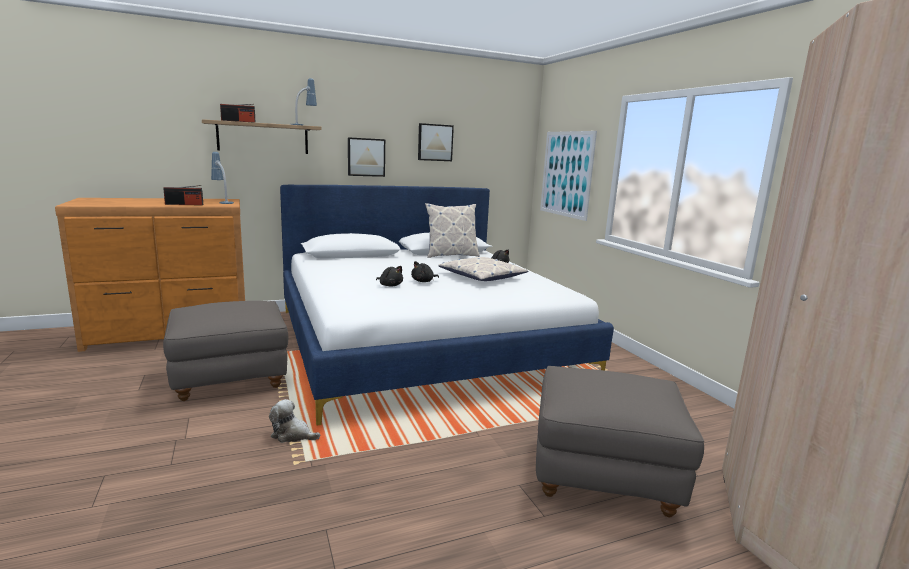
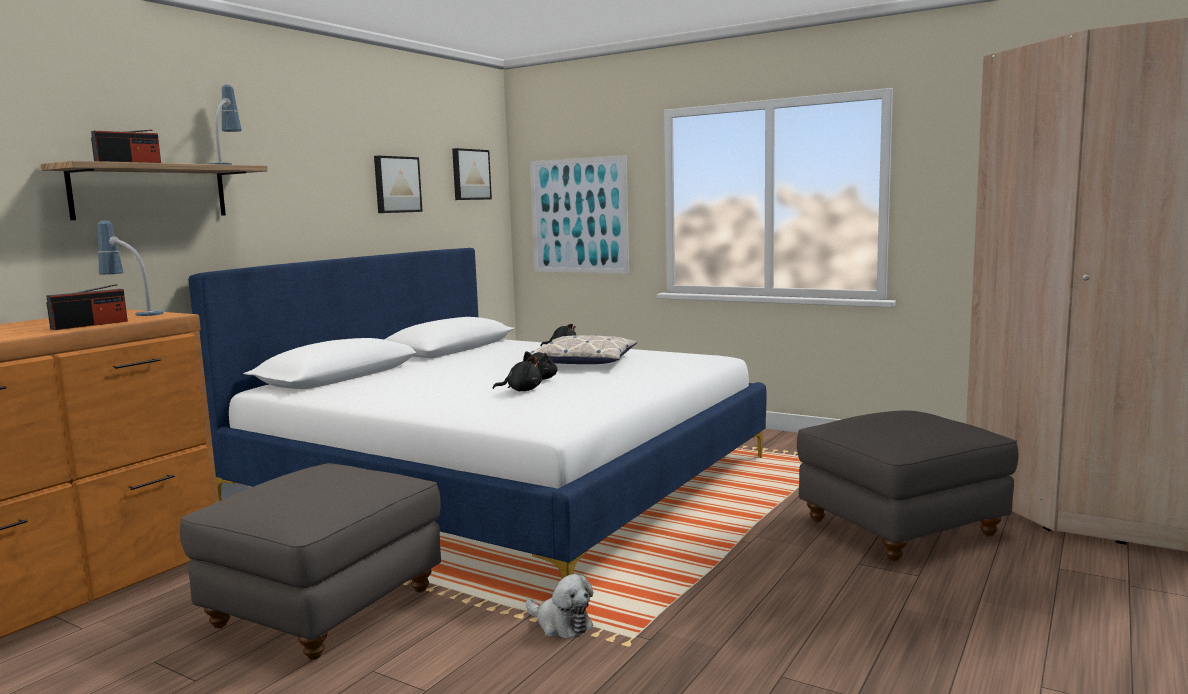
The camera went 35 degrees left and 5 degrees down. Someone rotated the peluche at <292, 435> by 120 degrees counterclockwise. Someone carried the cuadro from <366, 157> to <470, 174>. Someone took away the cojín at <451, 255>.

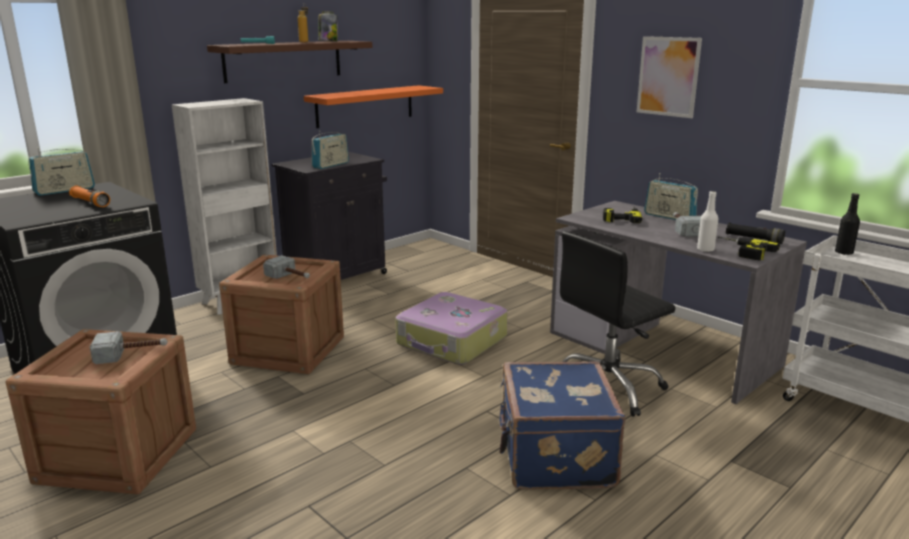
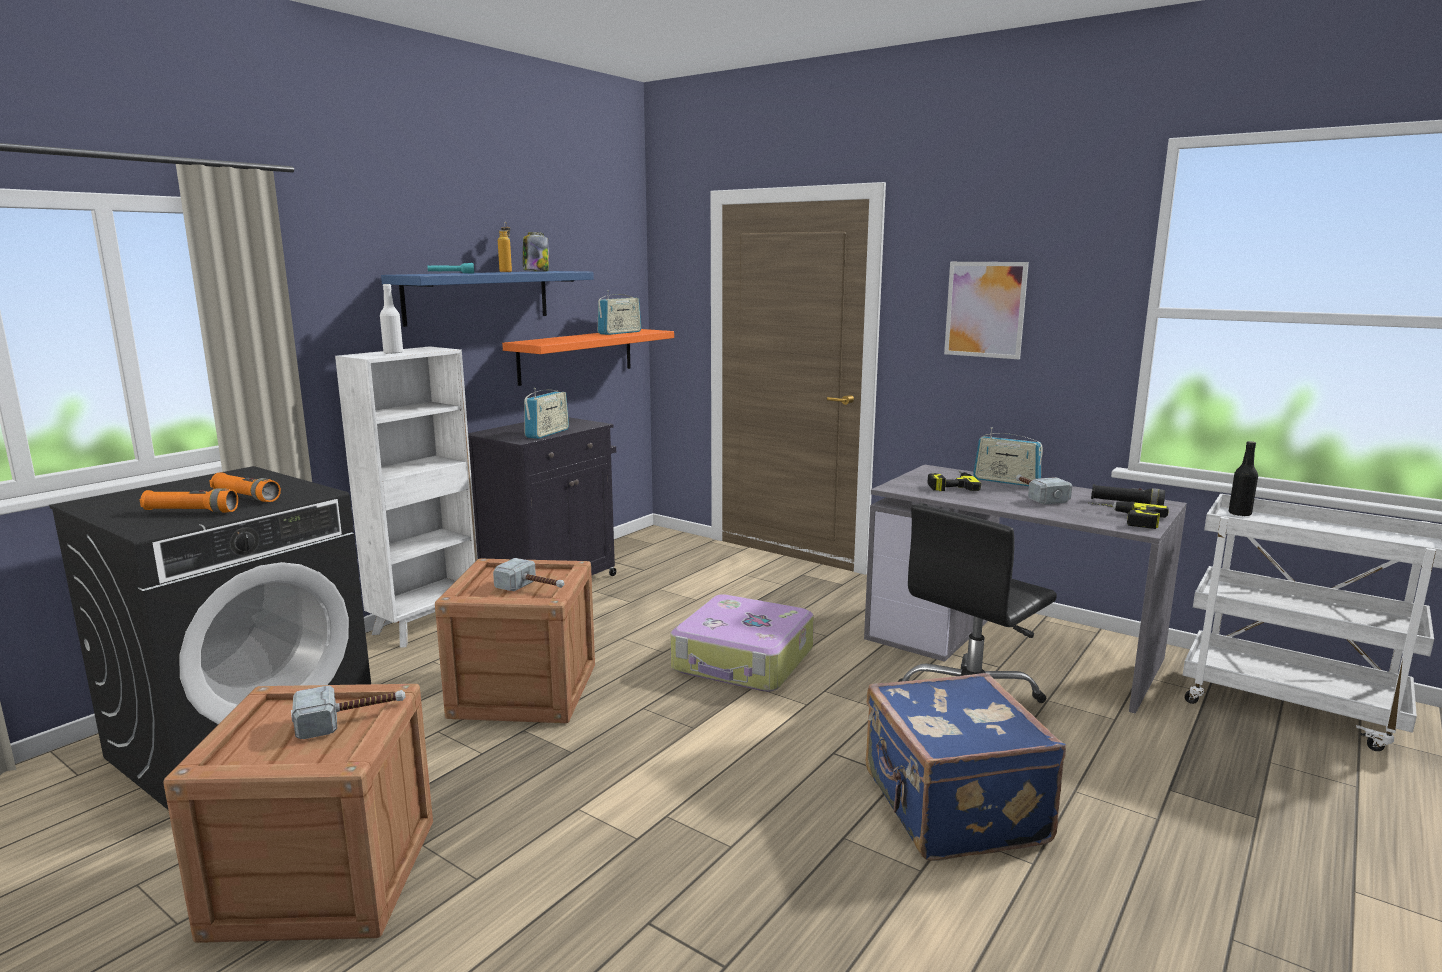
The camera went 10 degrees left and 5 degrees down. Someone carried the radio from <65, 190> to <620, 333>. Someone repainted the estante/marrón at <283, 60>, which became the estante/azul at <478, 296>. Someone carried the botella/blanco from <705, 249> to <393, 353>. Someone put down the linterna/naranja at <191, 512>.

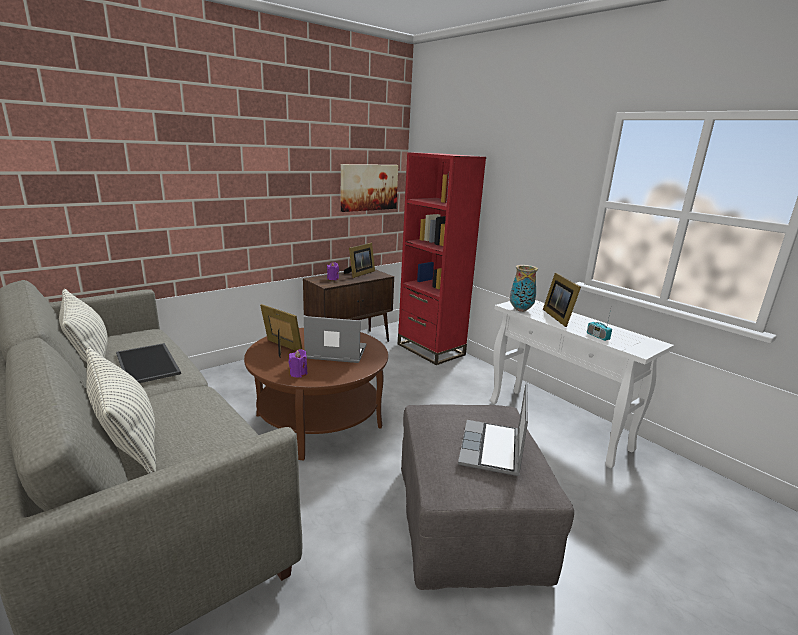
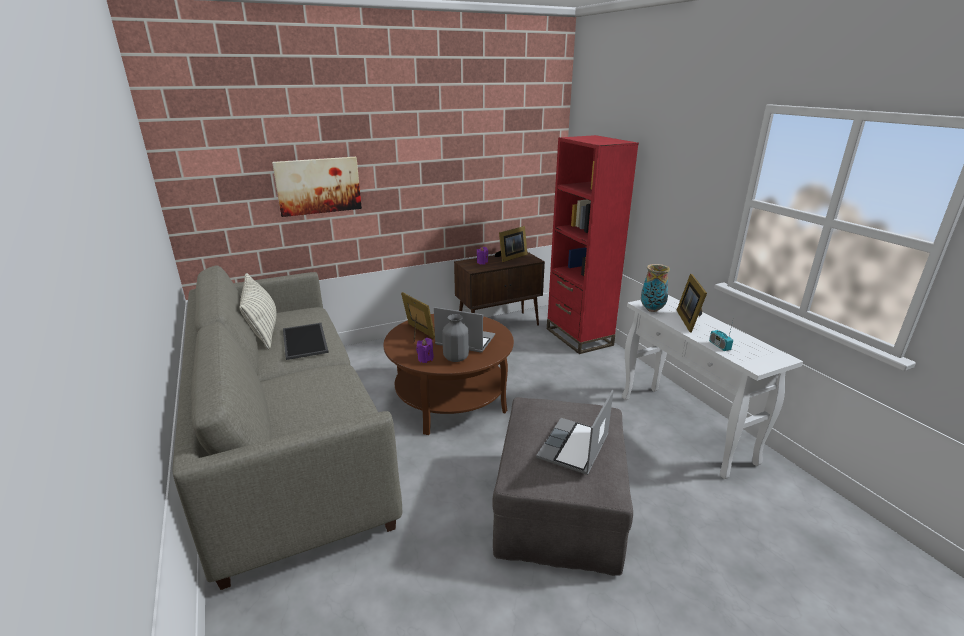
The camera went 15 degrees right and 5 degrees up. Someone took away the cojín at <127, 439>. Someone carried the cuadro from <368, 187> to <318, 185>. Someone put down the florero/gris at <456, 358>.

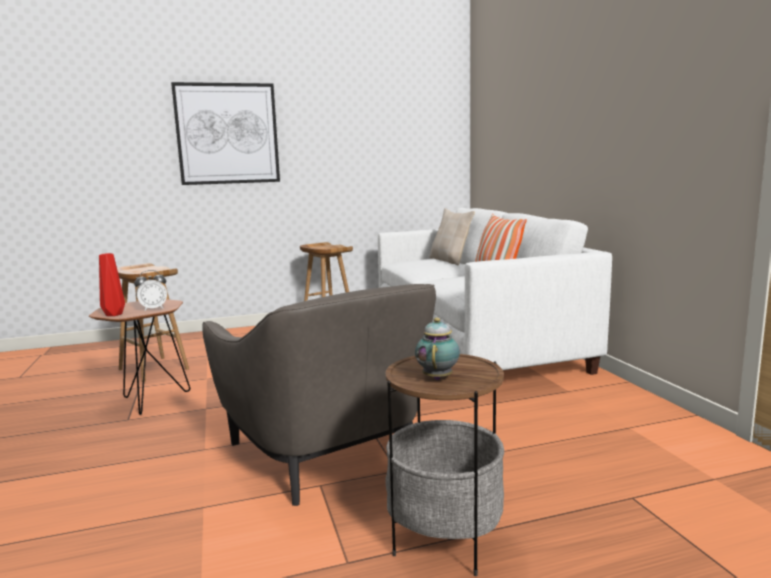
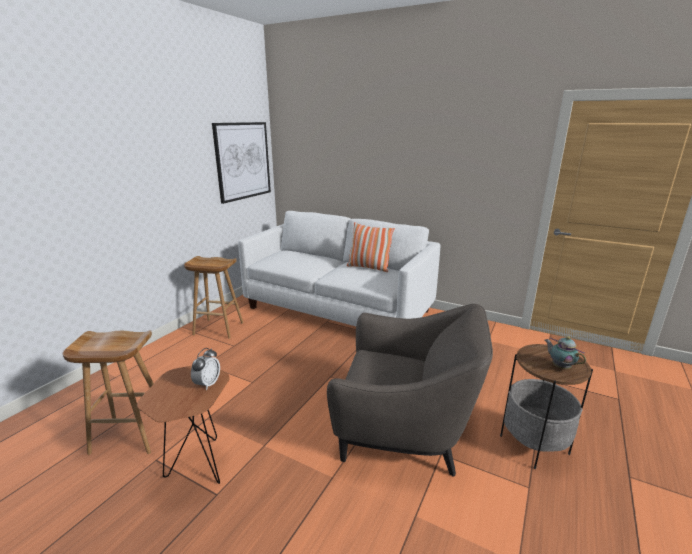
The camera went 45 degrees left and 10 degrees up. Someone took away the florero/rojo at <115, 314>. Someone carried the cuadro from <227, 134> to <243, 161>. Someone took away the cojín/beis at <450, 261>.

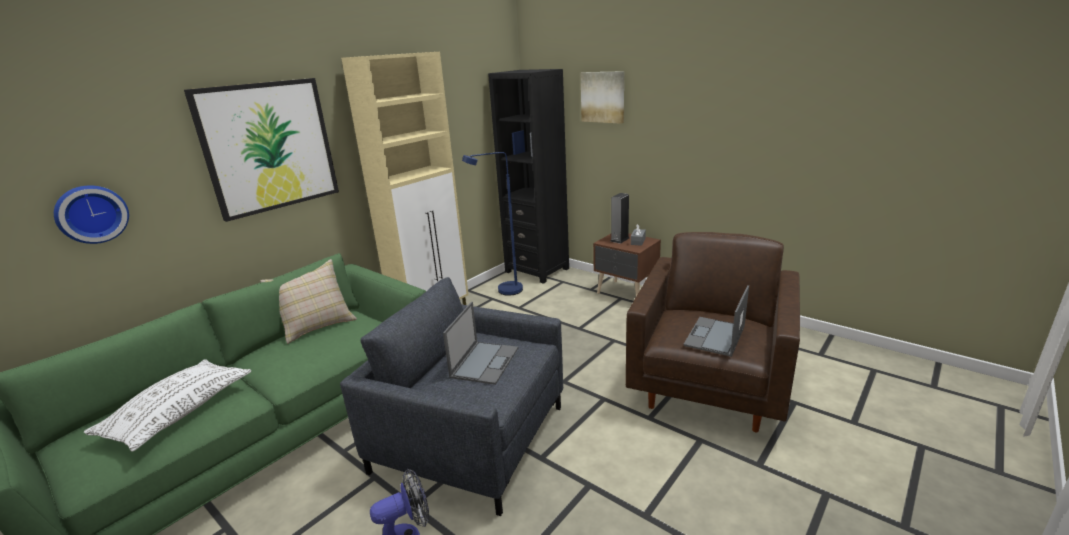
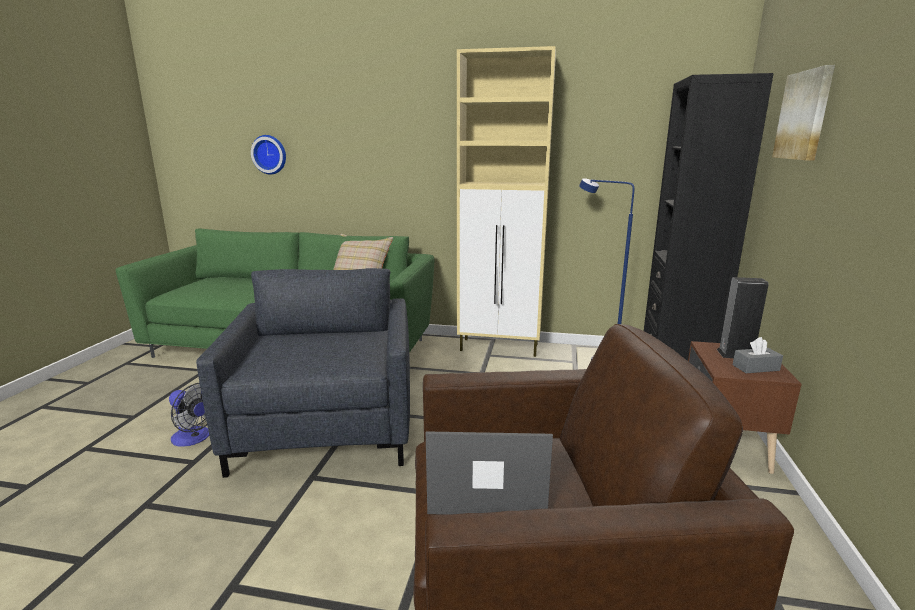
The camera went 60 degrees right and 5 degrees down. Someone took away the cojín/blanco at <179, 413>. Someone took away the cuadro at <269, 147>. Someone took away the portátil at <485, 362>.

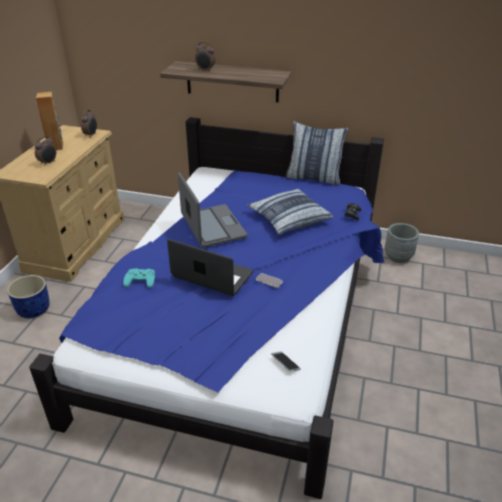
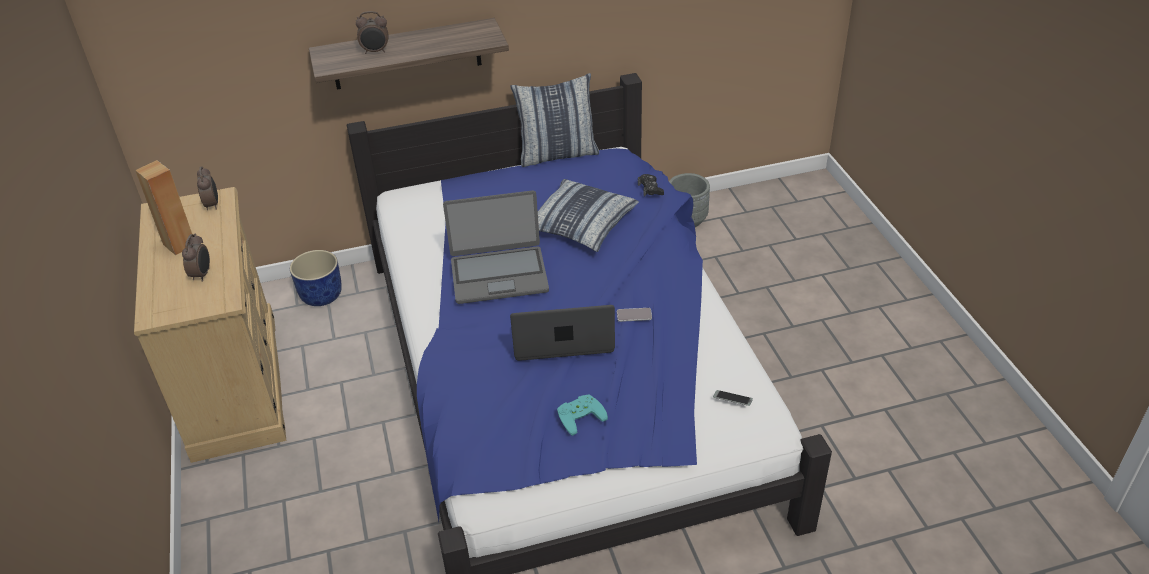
The camera went 30 degrees left and 5 degrees up. Someone carried the maceta/azul from <34, 309> to <321, 295>. Someone carried the mando de consola/turquesa from <141, 279> to <579, 414>. Someone rotated the portátil at <212, 227> by 135 degrees clockwise.

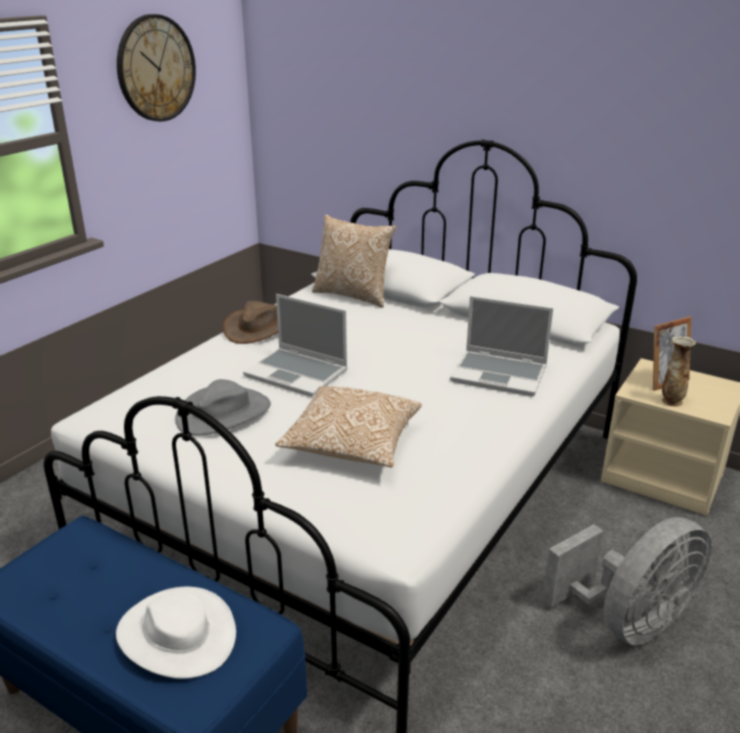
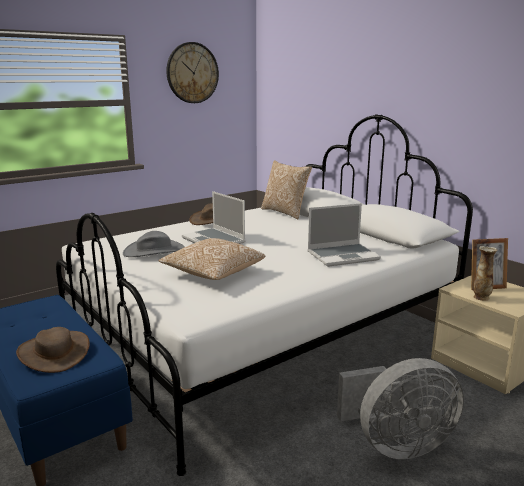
The camera went 20 degrees right and 10 degrees down. Someone repainted the sombrero/blanco at <177, 634>, which became the sombrero/marrón at <54, 352>. Someone rotated the portátil at <500, 374> by 60 degrees counterclockwise.

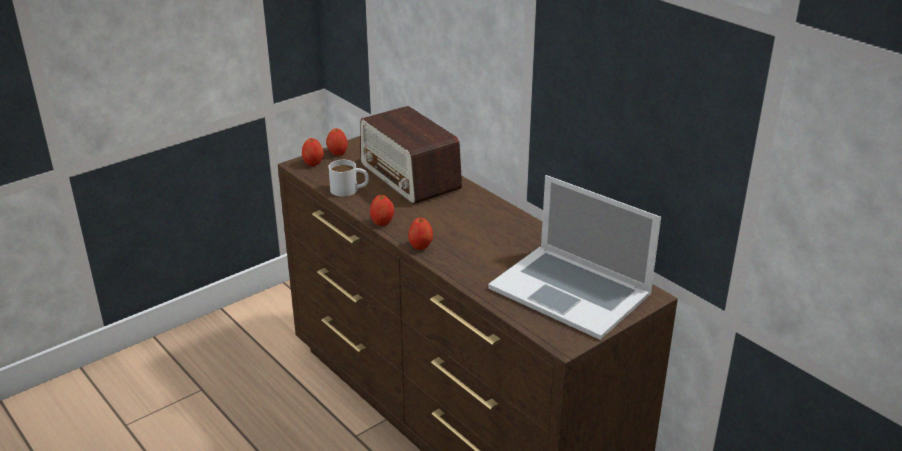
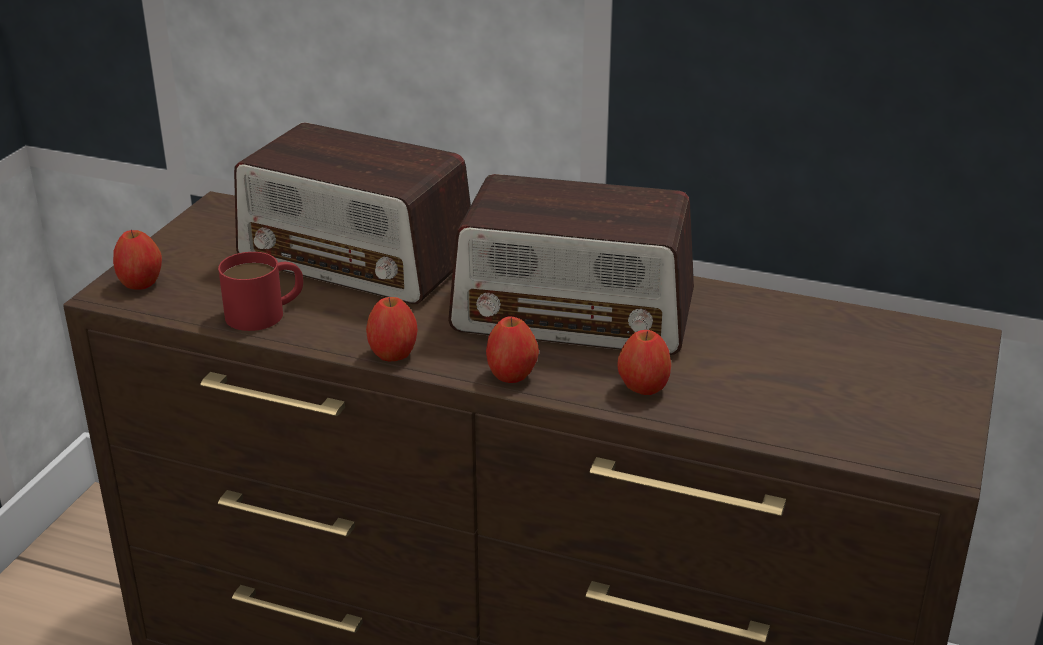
The camera went 30 degrees left and 0 degrees up. Someone carried the manzana from <337, 153> to <643, 388>. Someone repainted the taza grande/blanco at <349, 189>, which became the taza grande/rojo at <266, 312>. Someone took away the portátil at <570, 290>. Someone put down the radio at <575, 313>.

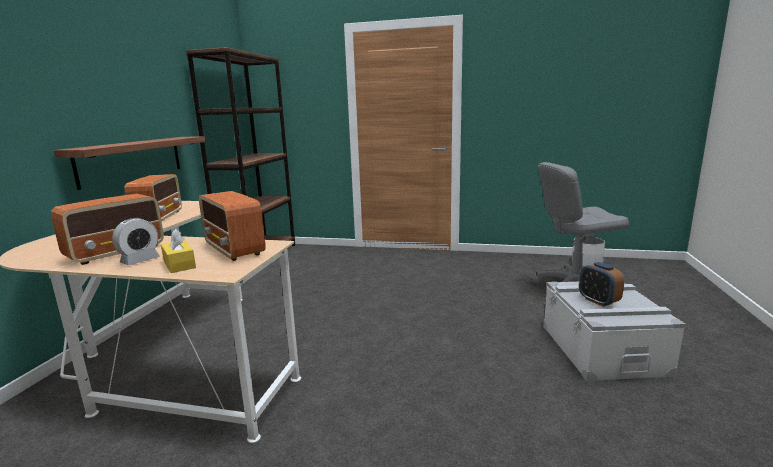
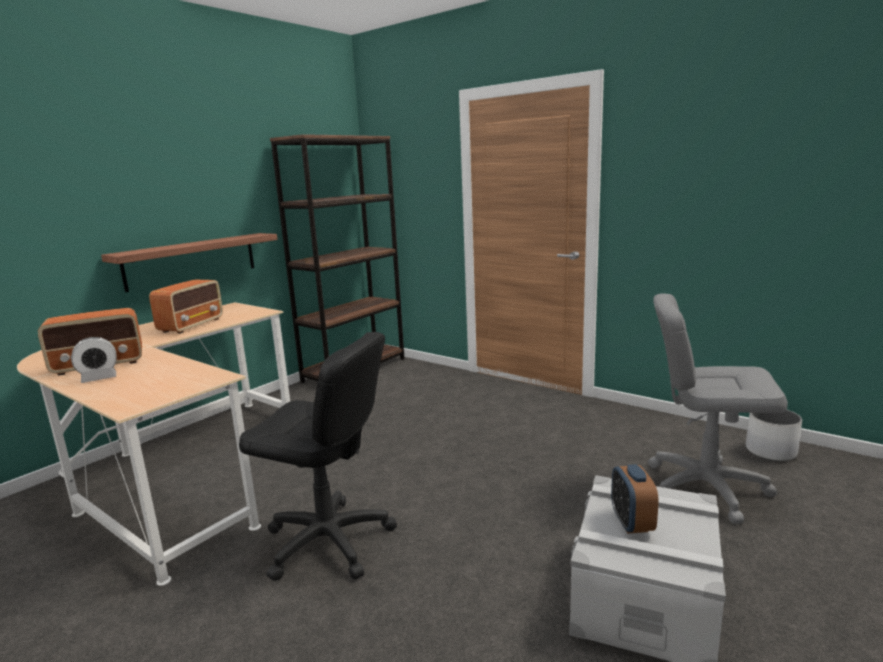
The camera went 25 degrees right and 0 degrees up. Someone took away the caja de pañuelos/amarillo at <179, 264>. Someone took away the radio at <234, 249>. Someone put down the silla de oficina/negro at <328, 542>.

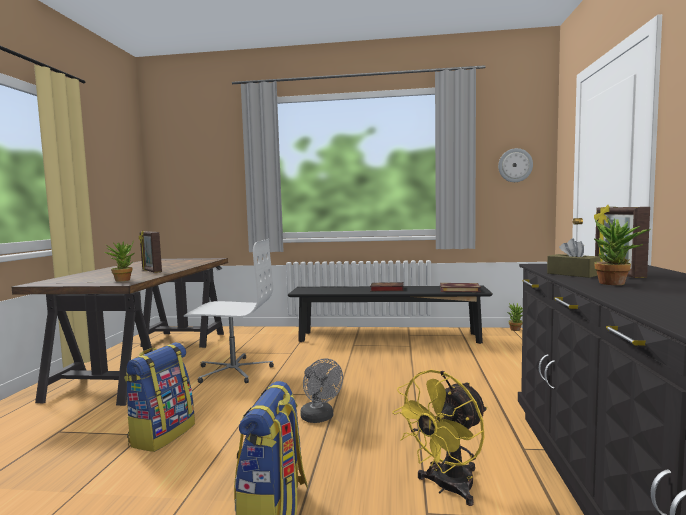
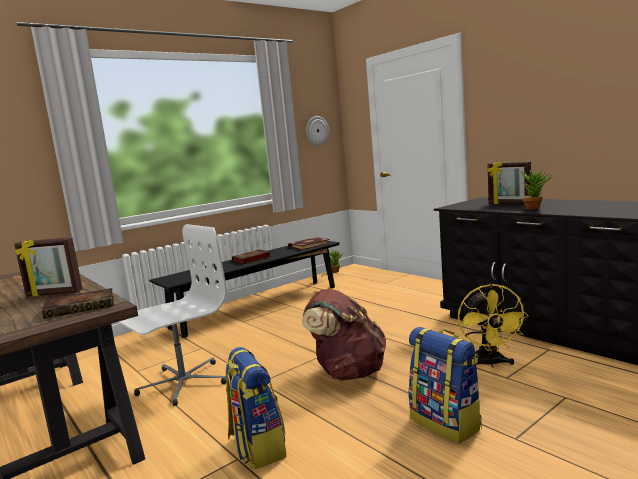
The camera went 45 degrees left and 5 degrees up. Someone swapped the planta en maceta at <123, 280> for the libro at <82, 307>. Someone swapped the ventilador/gris at <320, 418> for the mochila/marrón at <347, 372>. Someone took away the caja de pañuelos/marrón at <572, 274>.

